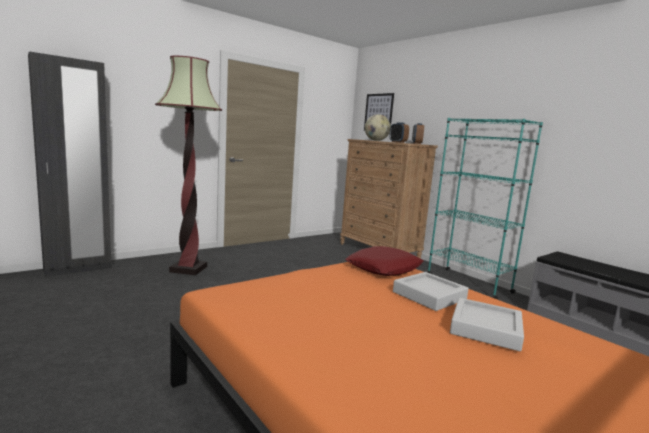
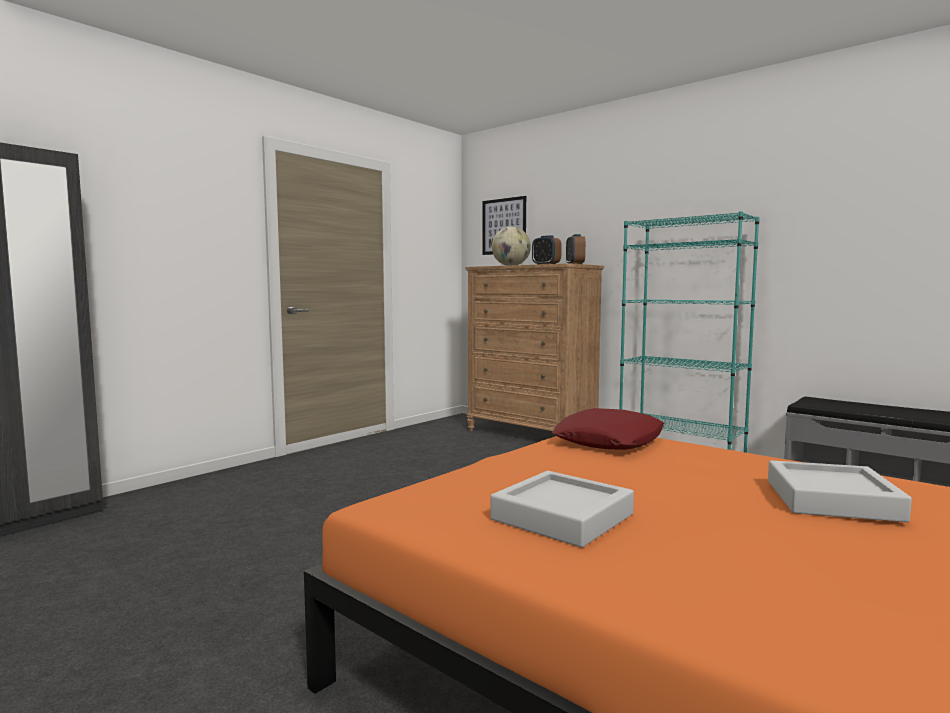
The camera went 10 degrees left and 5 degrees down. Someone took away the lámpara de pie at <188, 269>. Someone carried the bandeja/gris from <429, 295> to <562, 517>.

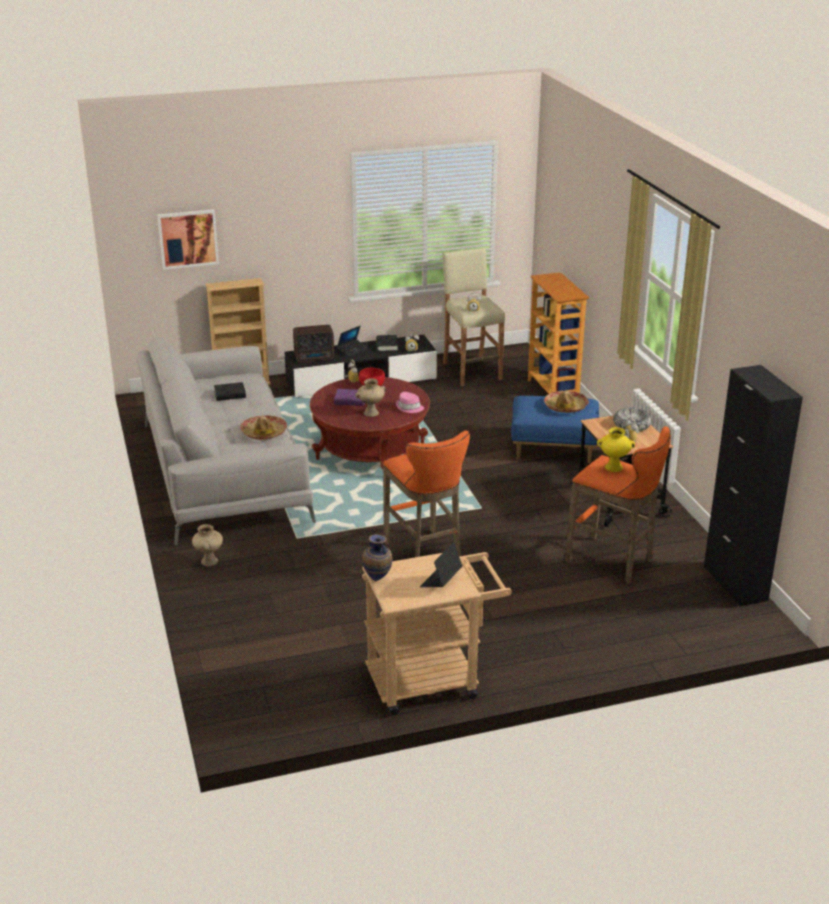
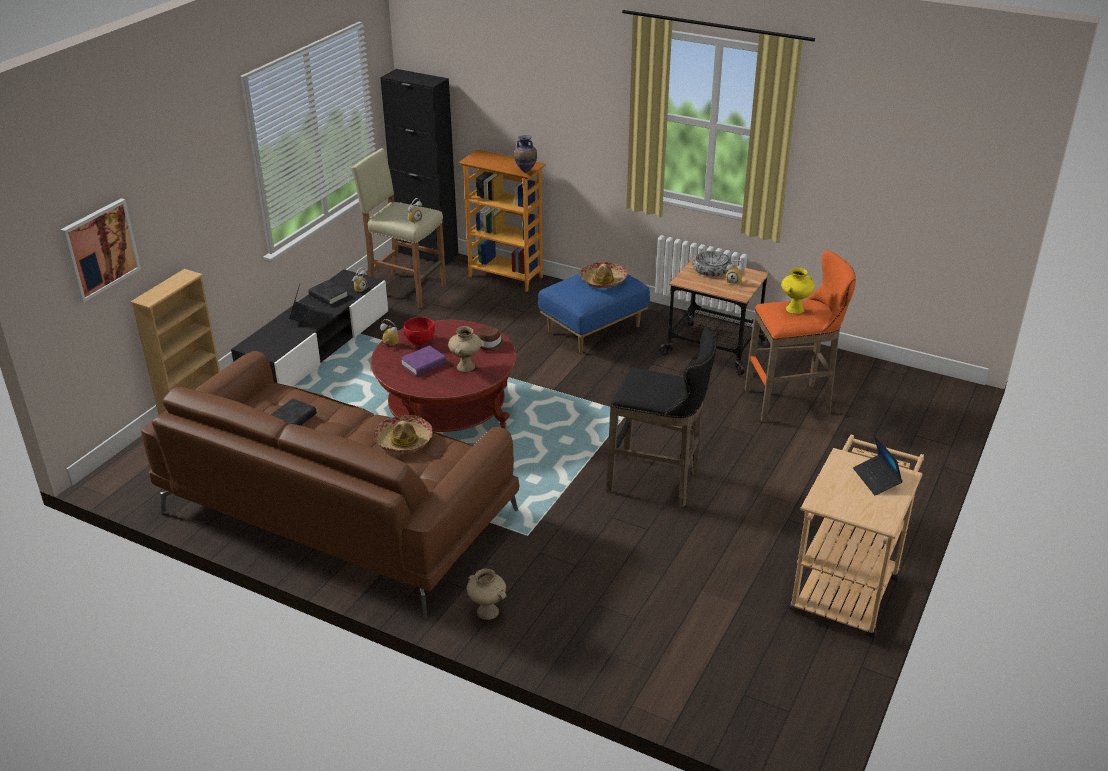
The camera went 45 degrees left and 5 degrees up. Someone repainted the sofá/gris at <223, 470>, which became the sofá/marrón at <336, 511>. Someone took away the radio at <315, 358>. Someone carried the florero from <378, 579> to <526, 171>. Someone repainted the taburete/naranja at <425, 555>, which became the taburete/negro at <658, 482>. Someone repainted the sombrero/rosa at <409, 407>, which became the sombrero/marrón at <490, 344>. Someone carried the armario/negro from <735, 583> to <427, 253>.

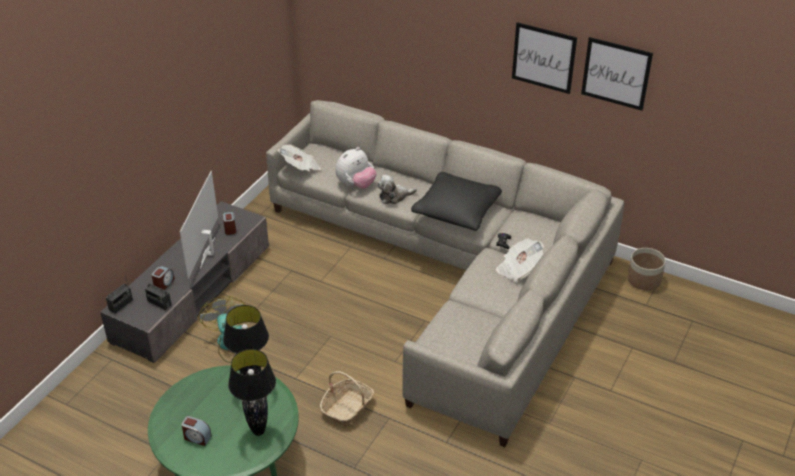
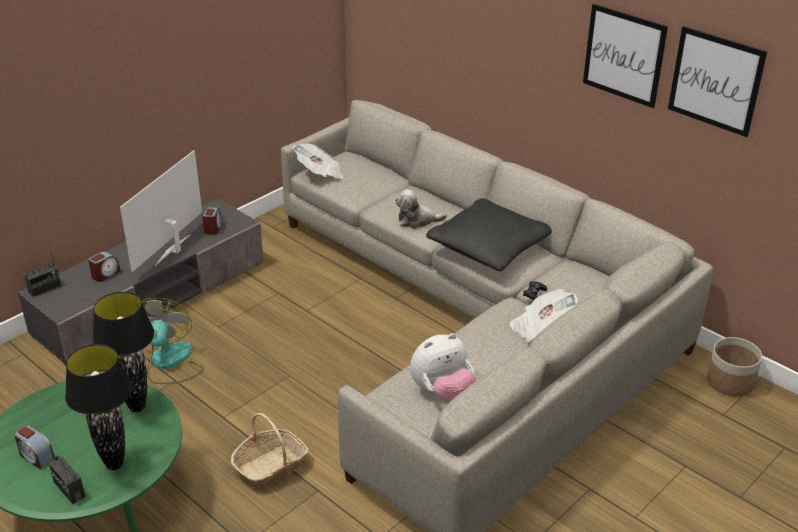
The camera went 15 degrees right and 5 degrees down. Someone carried the radio from <159, 303> to <69, 489>. Someone carried the peluche from <356, 185> to <442, 392>.

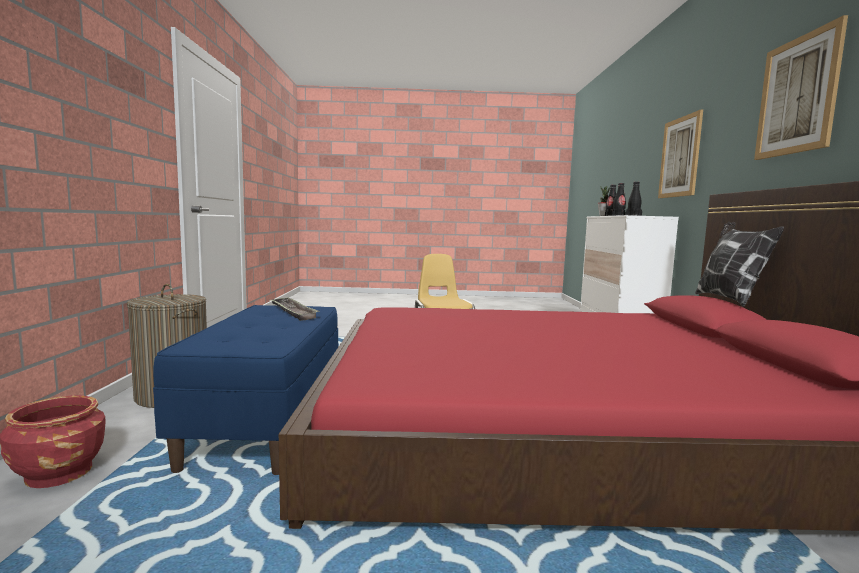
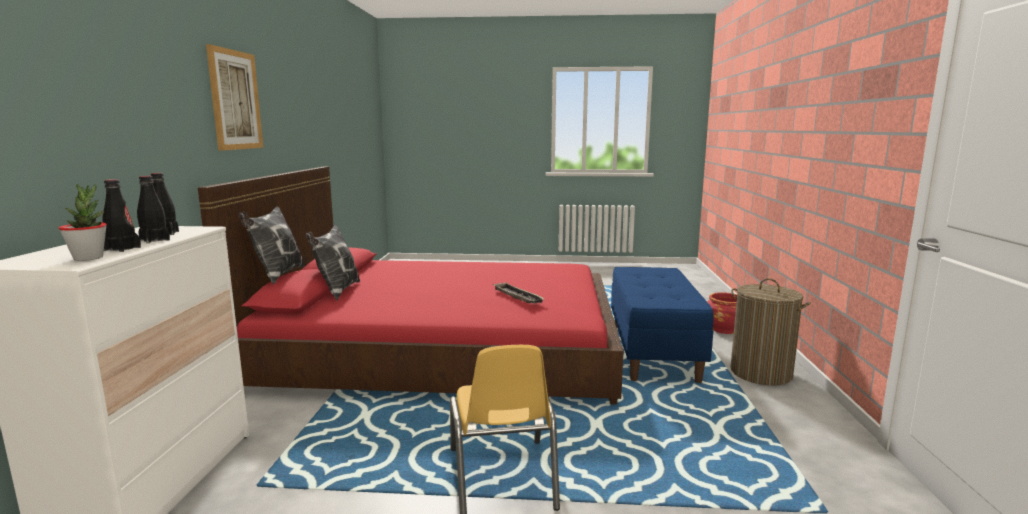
The camera went 175 degrees left and 5 degrees up. Someone carried the bandeja from <292, 312> to <517, 297>. Someone took away the cuadro at <680, 157>. Someone put down the cojín at <337, 291>.

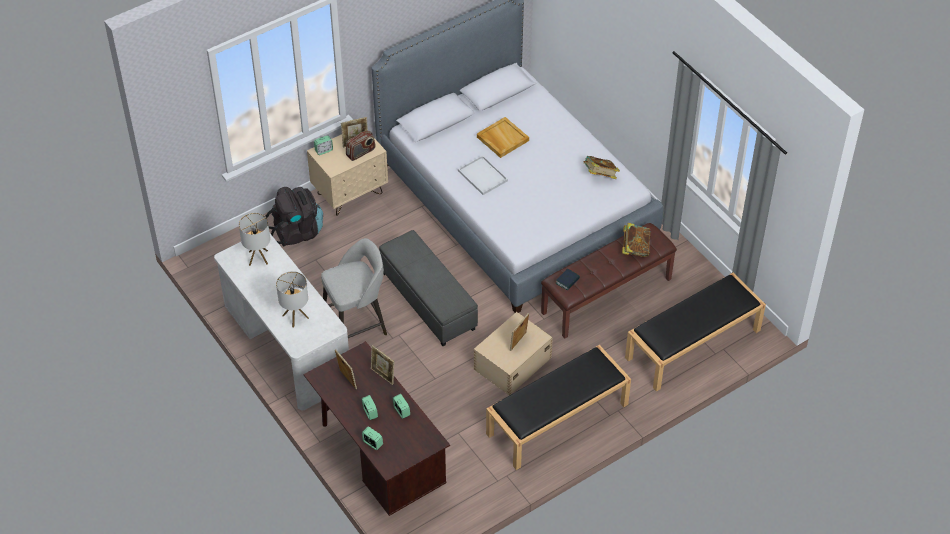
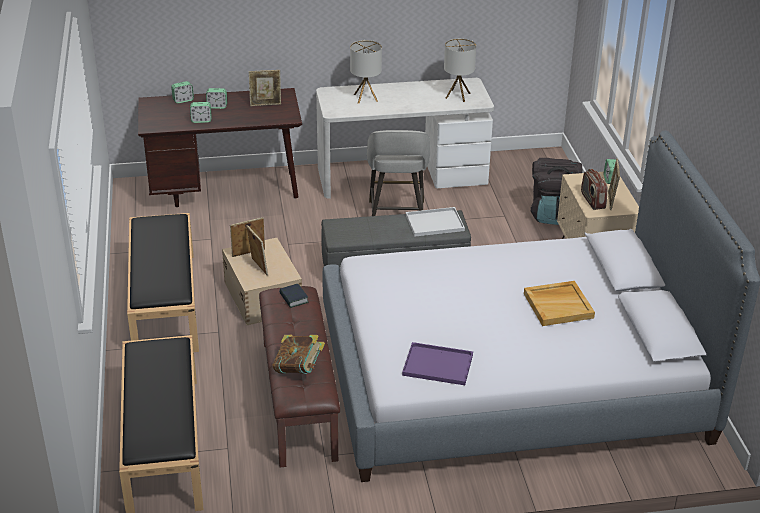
The camera went 115 degrees right and 15 degrees down. Someone carried the portarretratos from <383, 375> to <248, 254>. Someone carried the bandeja/blanco from <483, 176> to <433, 223>. Someone swapped the libro at <600, 176> for the bandeja/morado at <436, 365>.

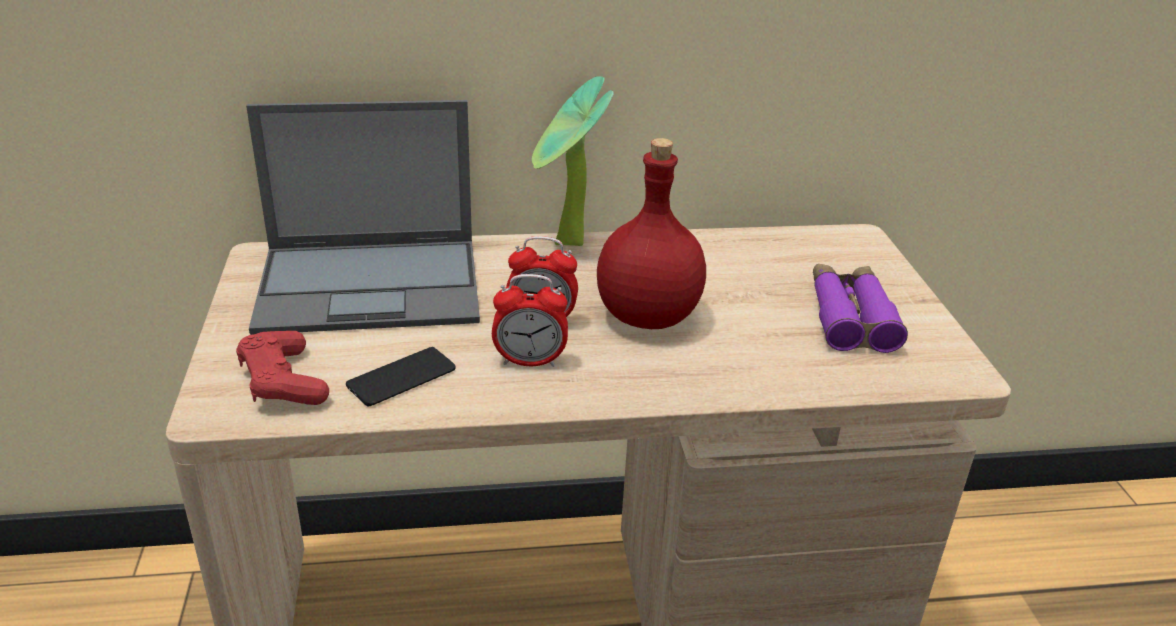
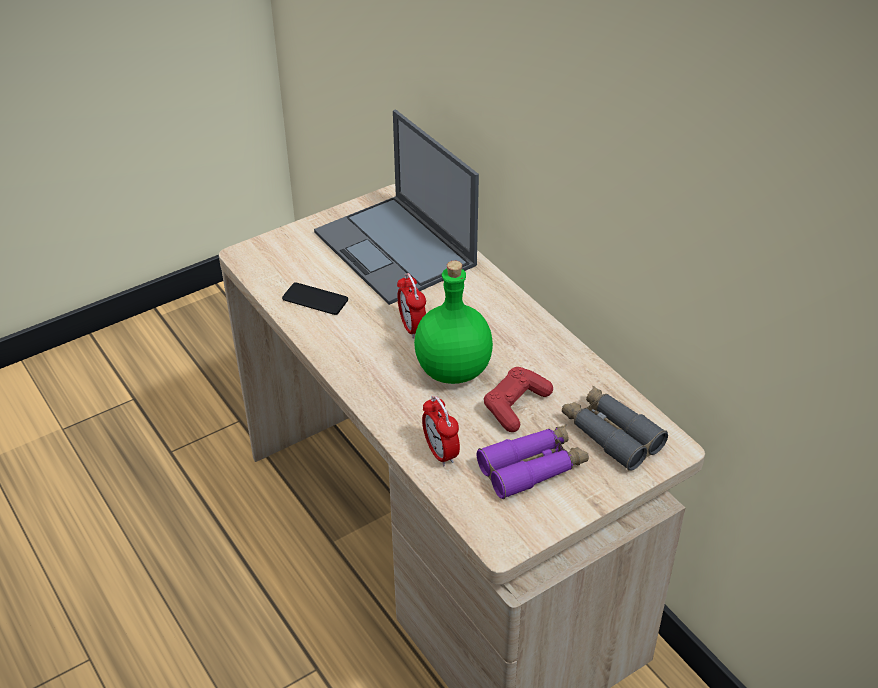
The camera went 65 degrees right and 10 degrees up. Someone carried the mando de consola/rojo from <283, 382> to <515, 405>. Someone carried the despertador from <530, 361> to <440, 453>. Someone took away the planta en maceta at <566, 246>. Someone repainted the botella/rojo at <649, 315>, which became the botella/verde at <454, 370>. Someone put down the prismáticos/gris at <611, 434>.

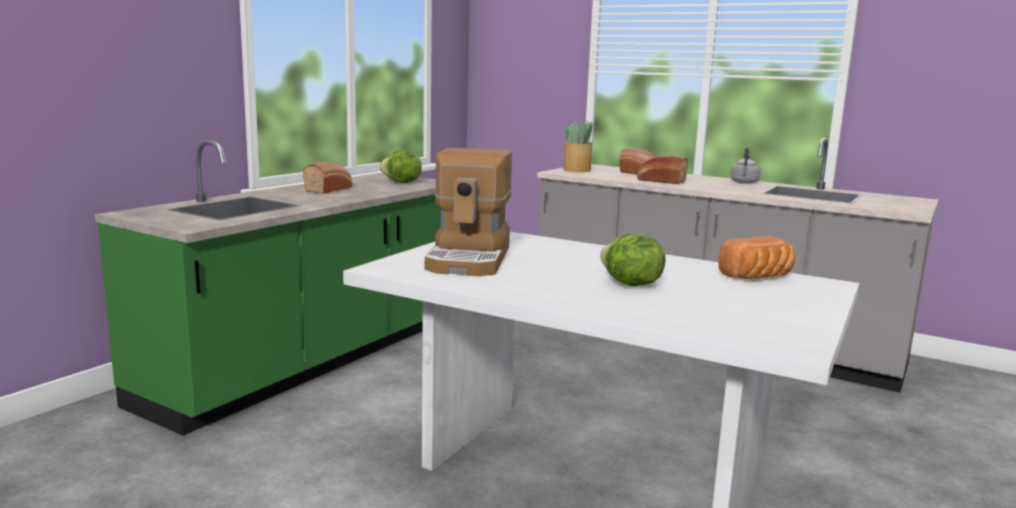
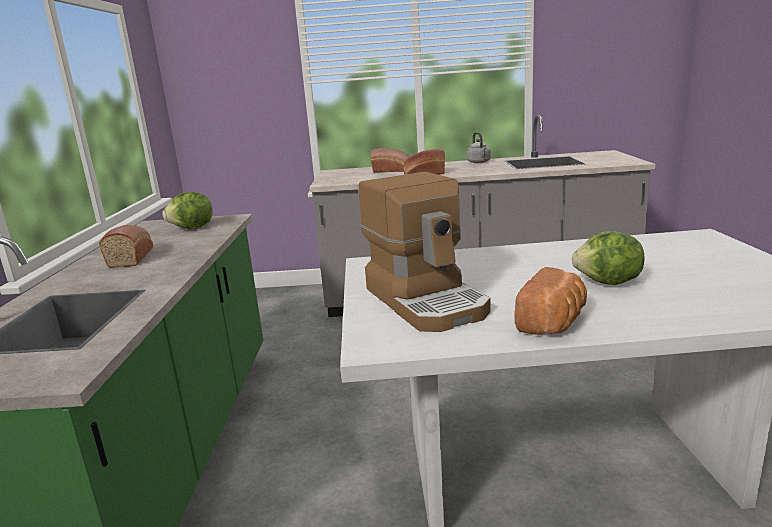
The camera went 30 degrees left and 5 degrees up. Someone took away the planta en maceta at <577, 170>. Someone carried the pan from <758, 277> to <554, 322>.

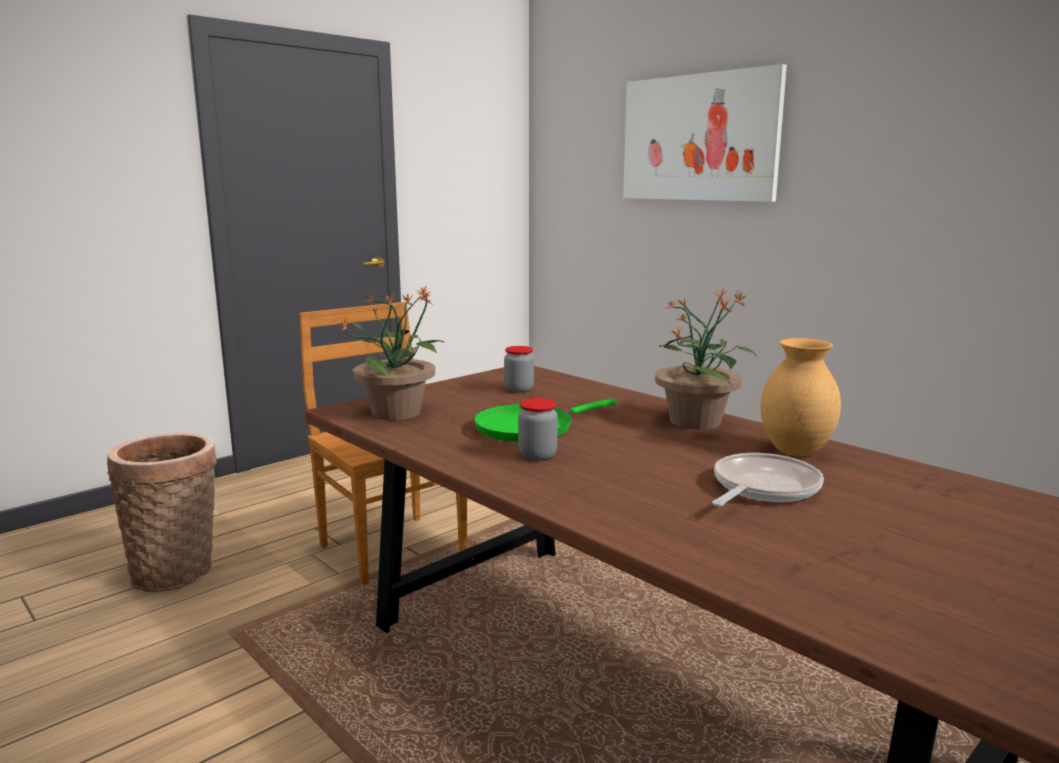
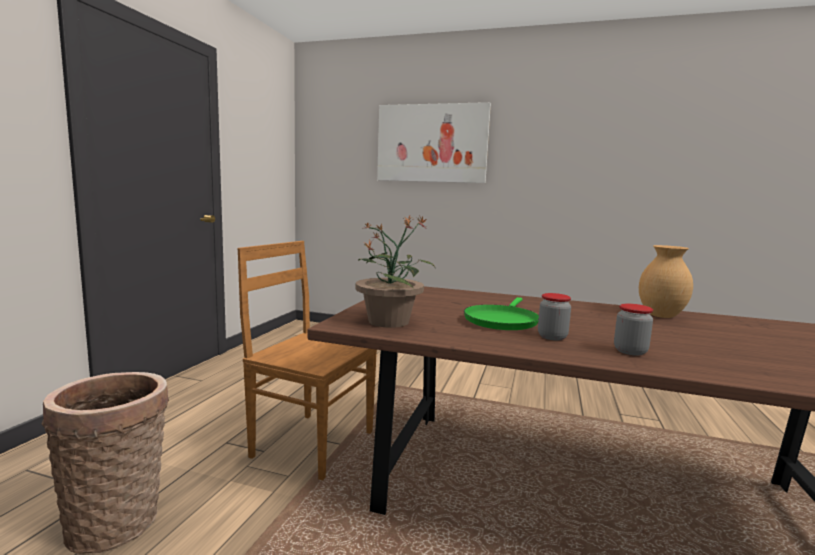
The camera went 30 degrees left and 5 degrees down. Someone carried the tarro from <519, 389> to <630, 351>. Someone took away the planta en maceta at <696, 421>. Someone took away the sartén at <762, 488>.

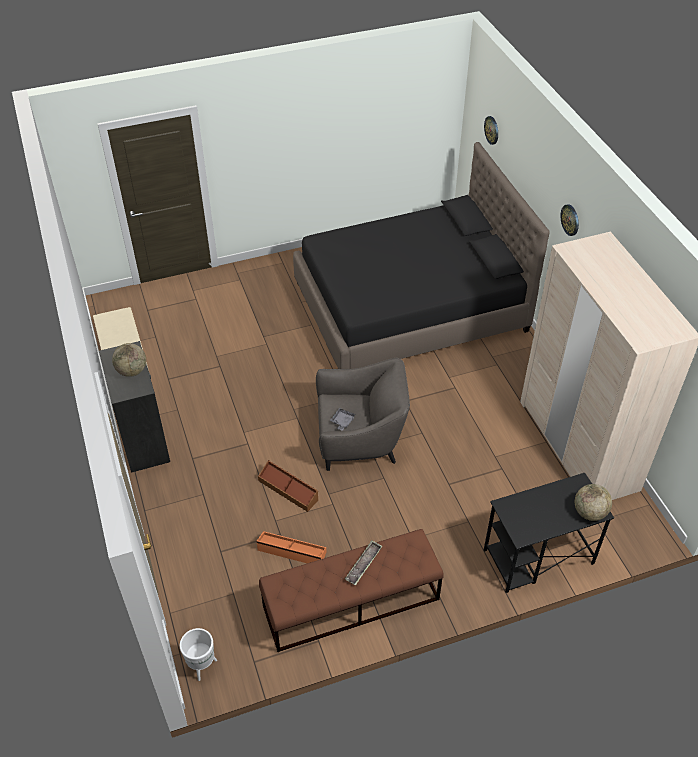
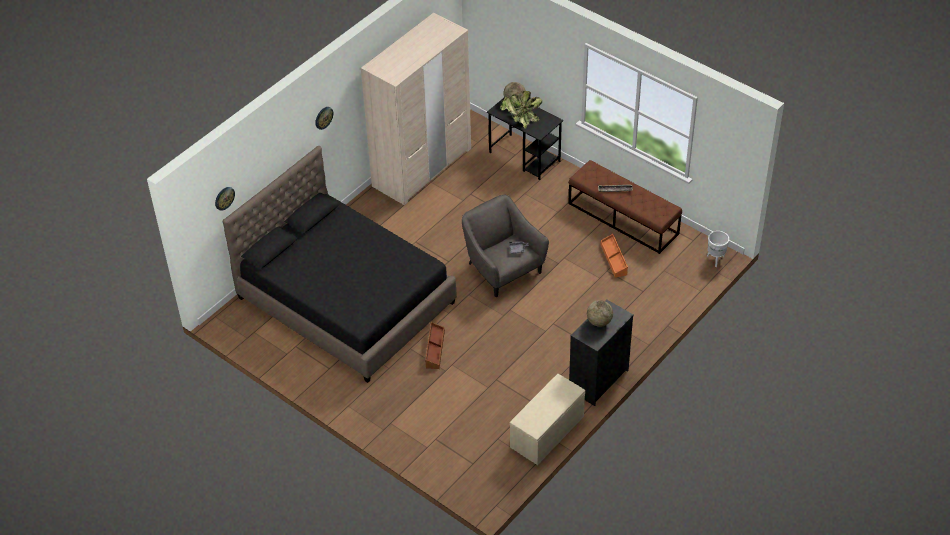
The camera went 120 degrees left and 0 degrees up. Someone carried the caja de almacenaje/marrón from <288, 490> to <434, 349>. Someone put down the planta en maceta at <521, 120>.

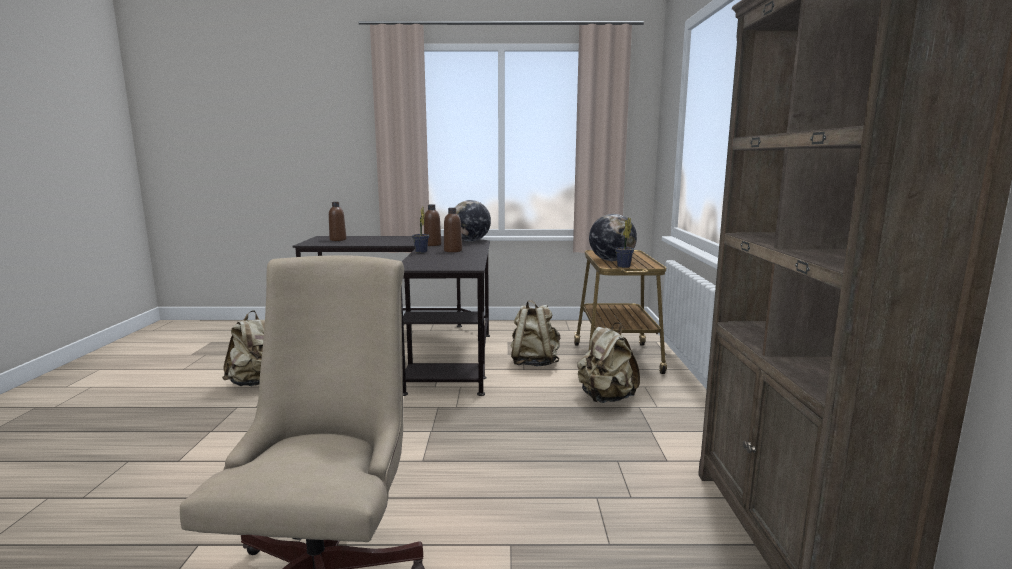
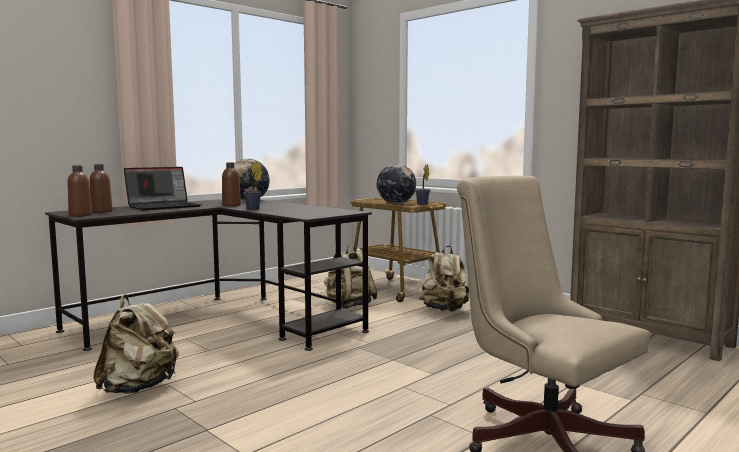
The camera went 45 degrees left and 5 degrees down. Someone carried the botella/marrón from <453, 251> to <80, 215>. Someone put down the portátil at <164, 206>.

